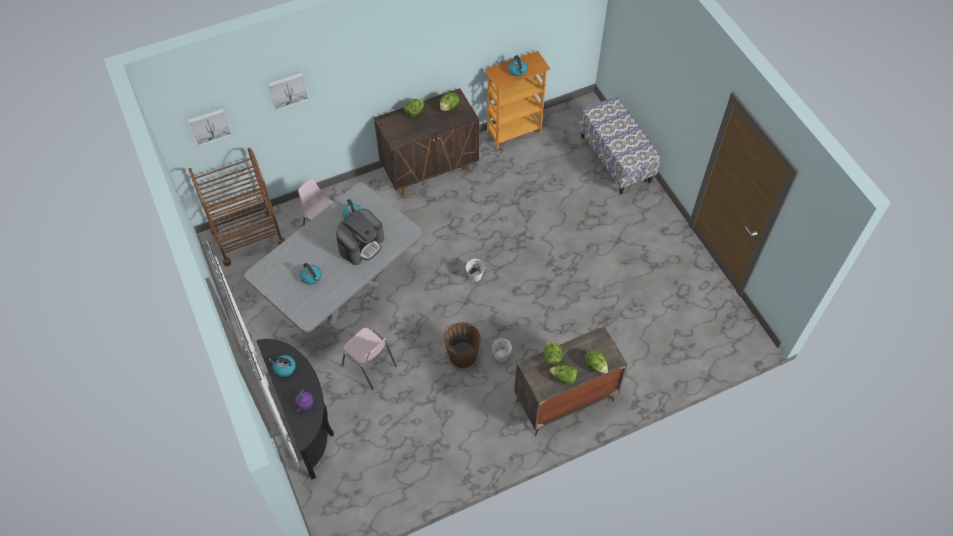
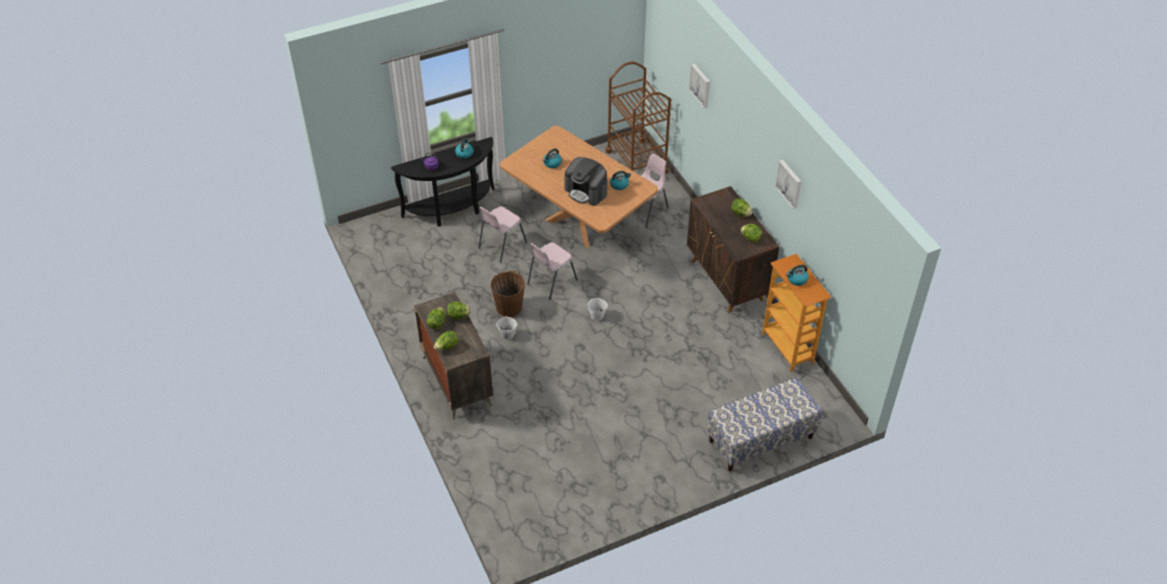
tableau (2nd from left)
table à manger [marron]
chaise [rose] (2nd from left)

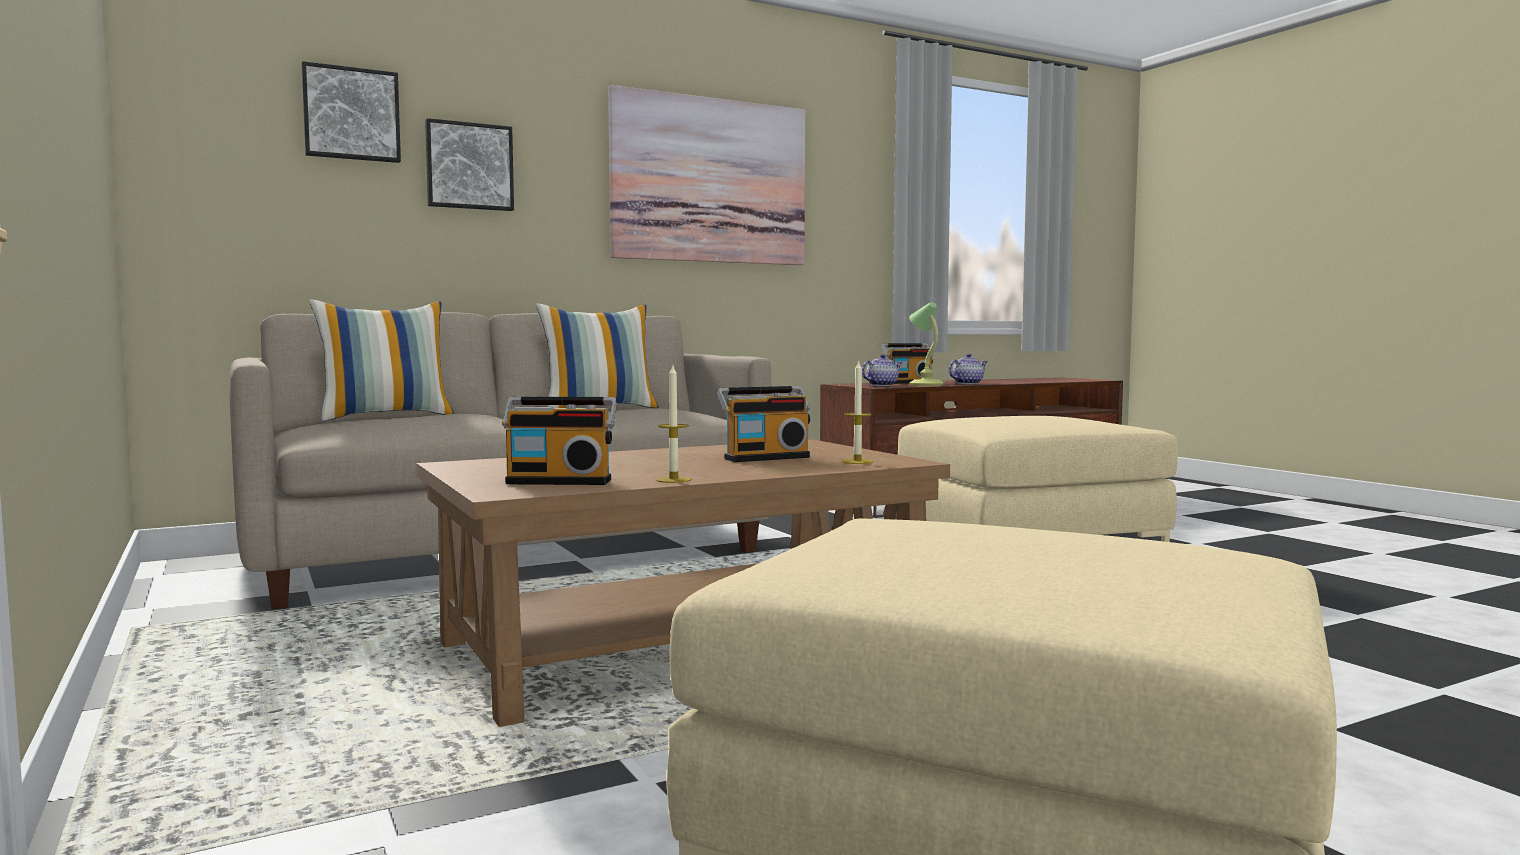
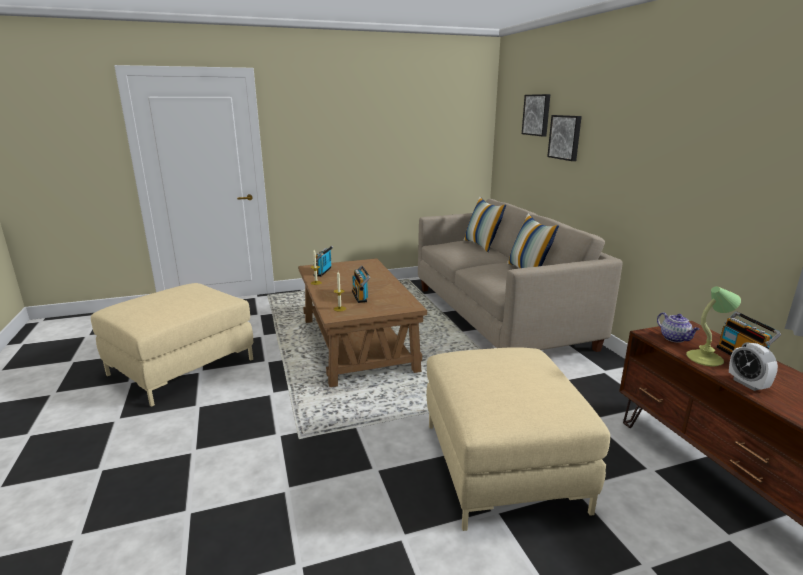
tableau (3rd from left in the first image)
réveil

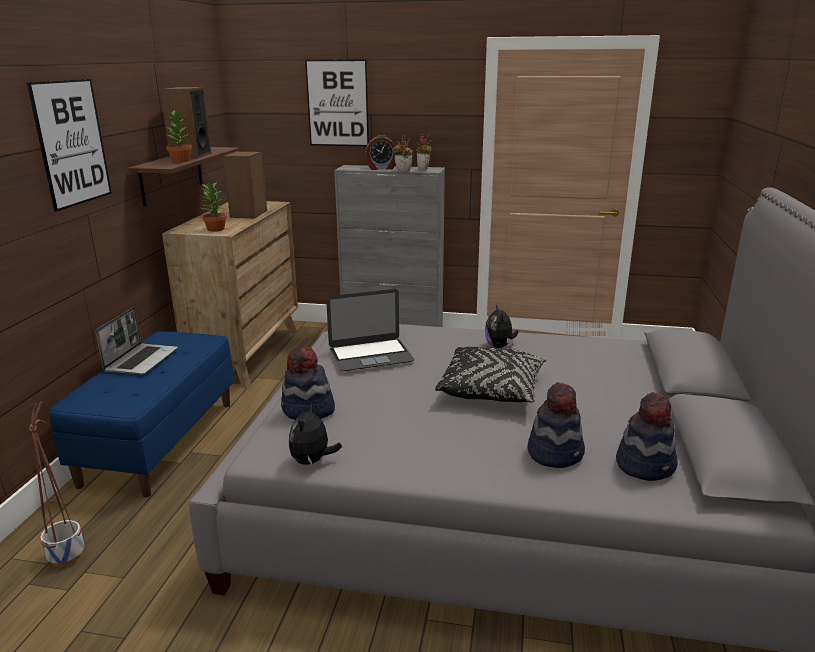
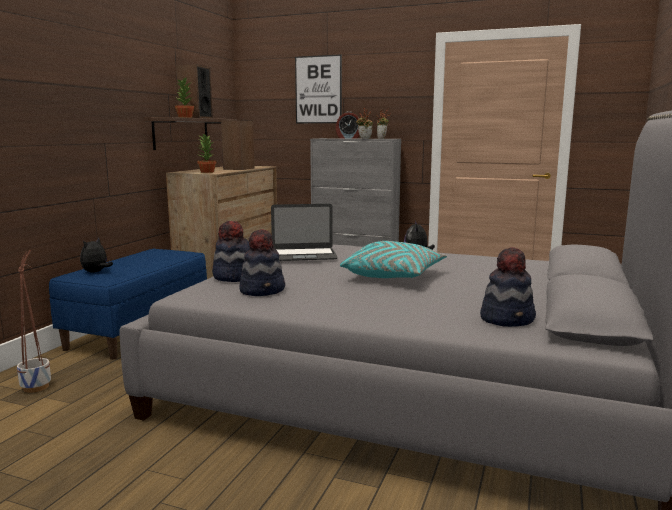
tableau (1st from left in the first image)
ordinateur portable (1st from left in the first image)
coussin [turquoise]
chapeau (2nd from left)
peluche (1st from left)

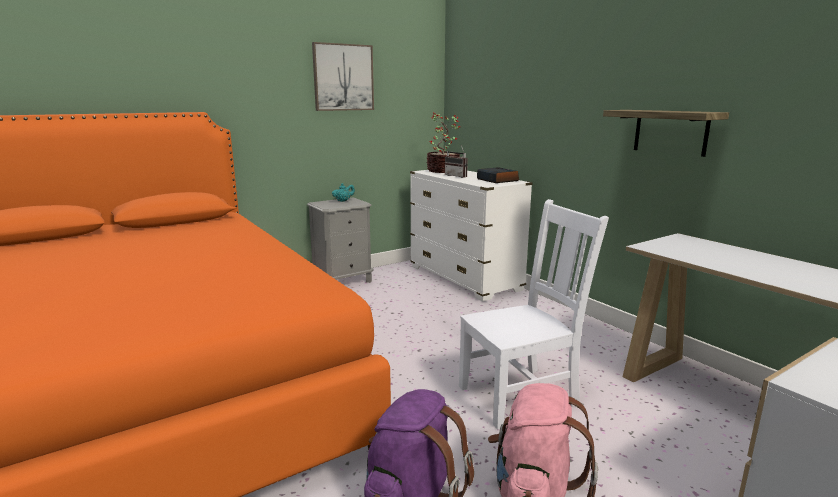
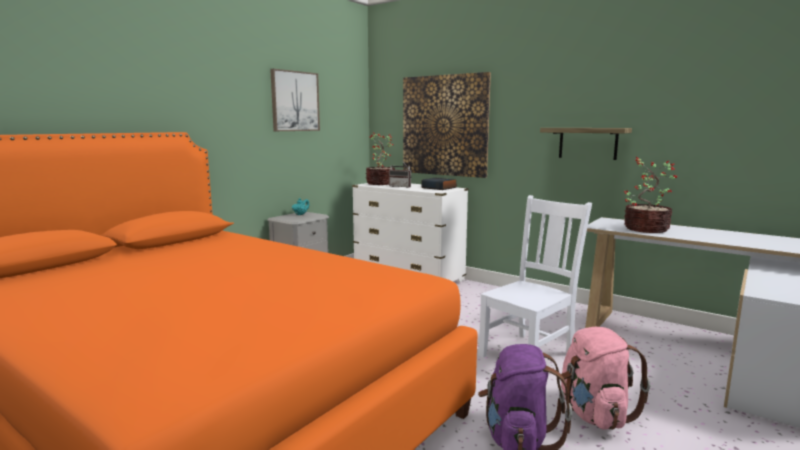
tableau (2nd from left)
plante en pot (2nd from left)

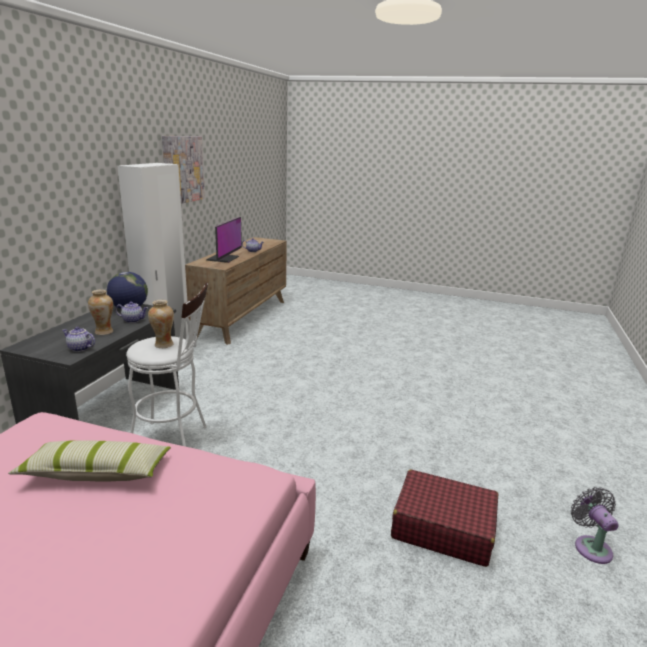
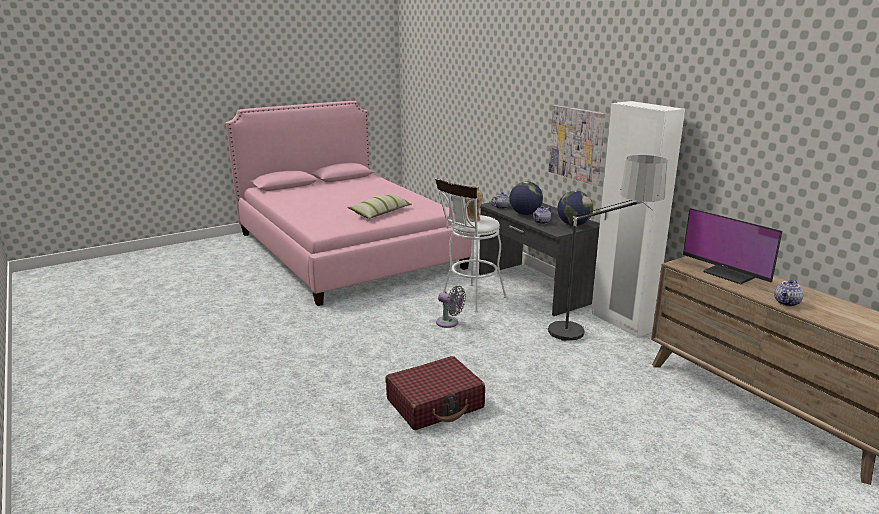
tableau
globe (1st from left)
valise [rouge]
ventilateur [gris]
lampadaire

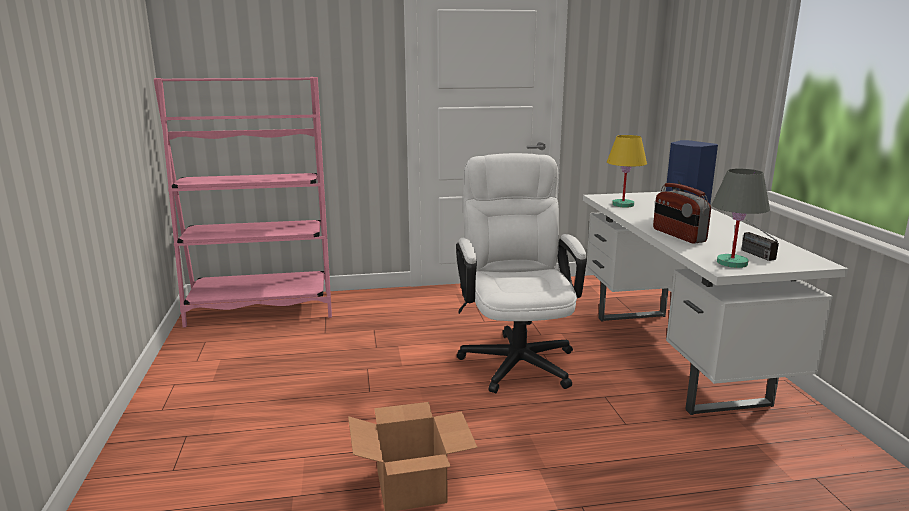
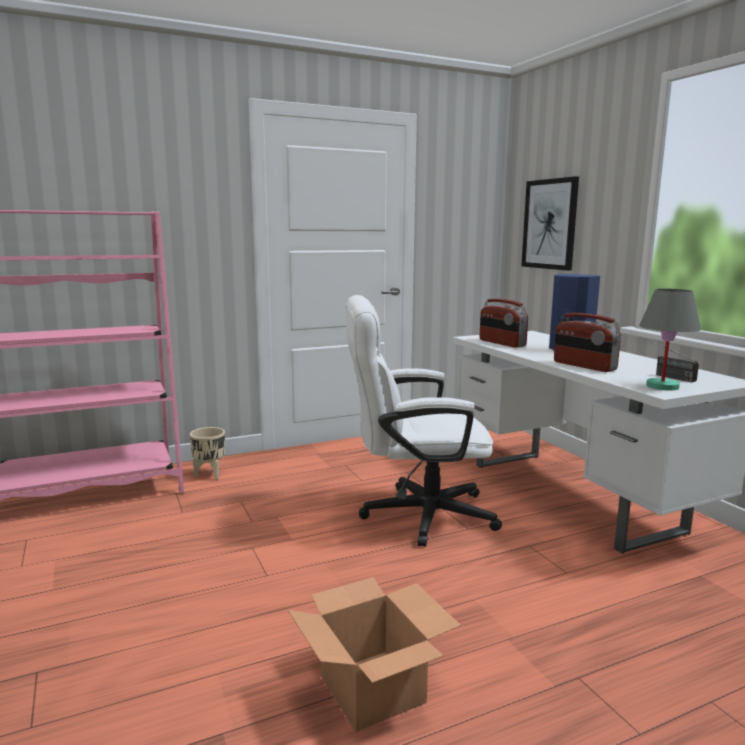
radio (1st from left)
chaise de bureau [blanc]
tableau
cache-pot [beige]

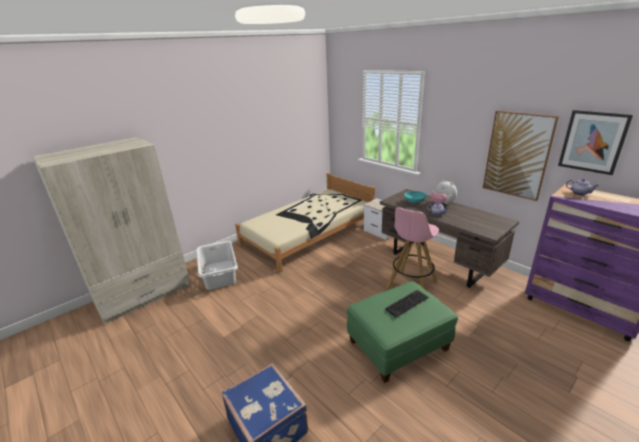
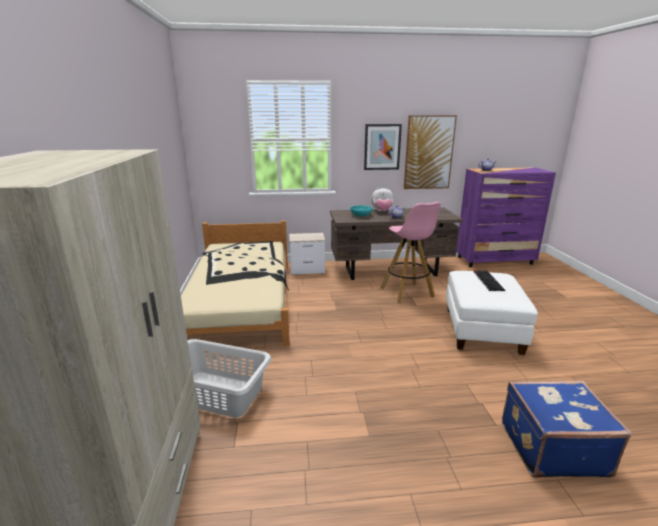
tableau (1st from left)
pouf [blanc]

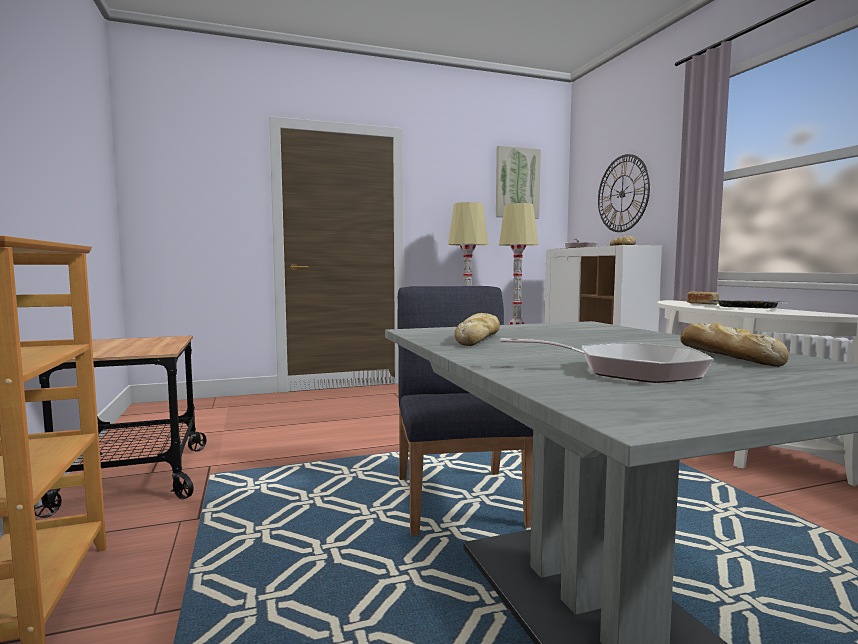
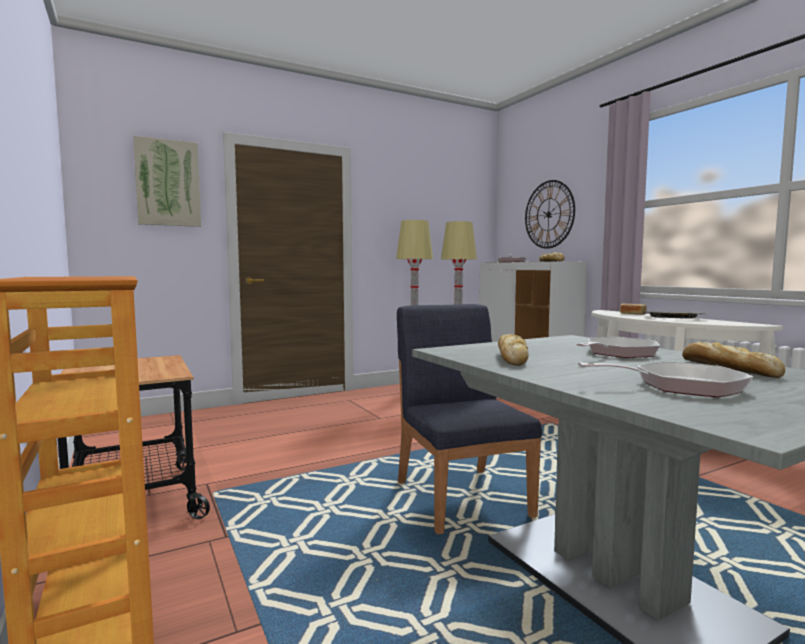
tableau
poêle (2nd from left)

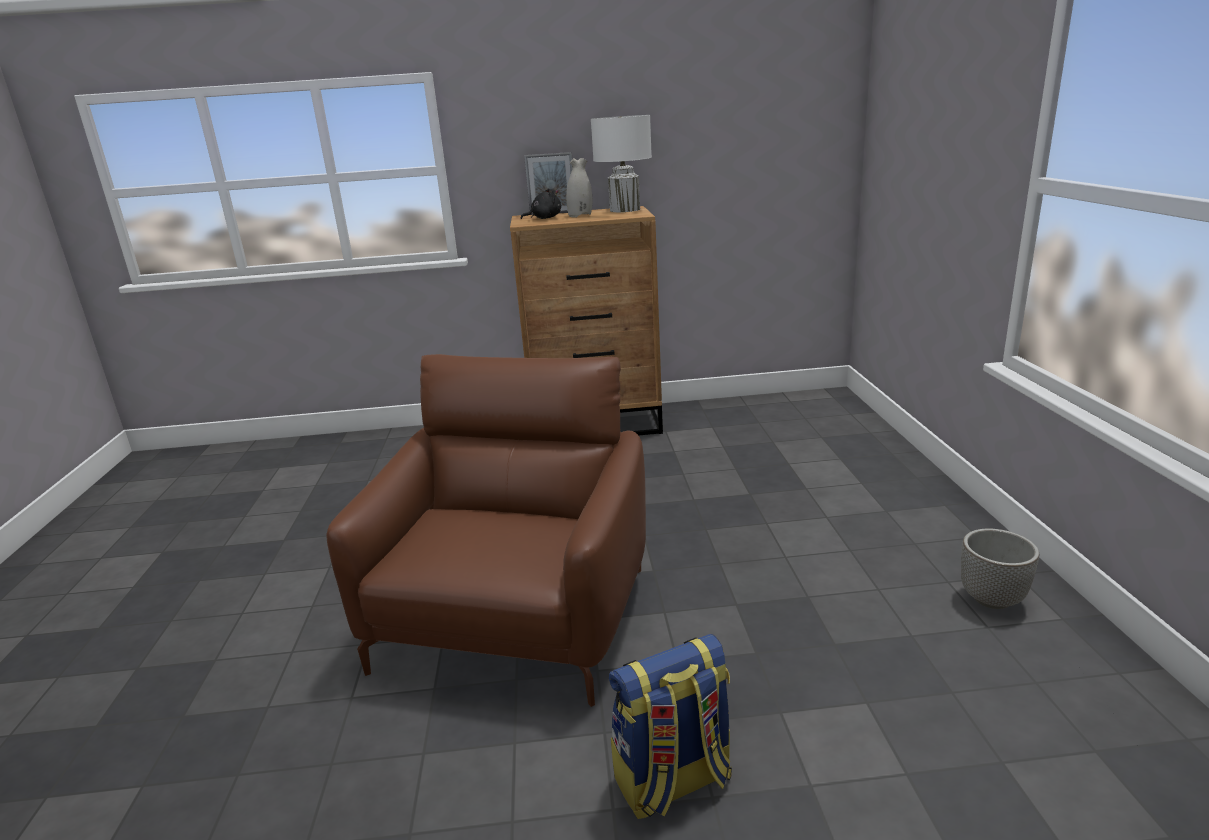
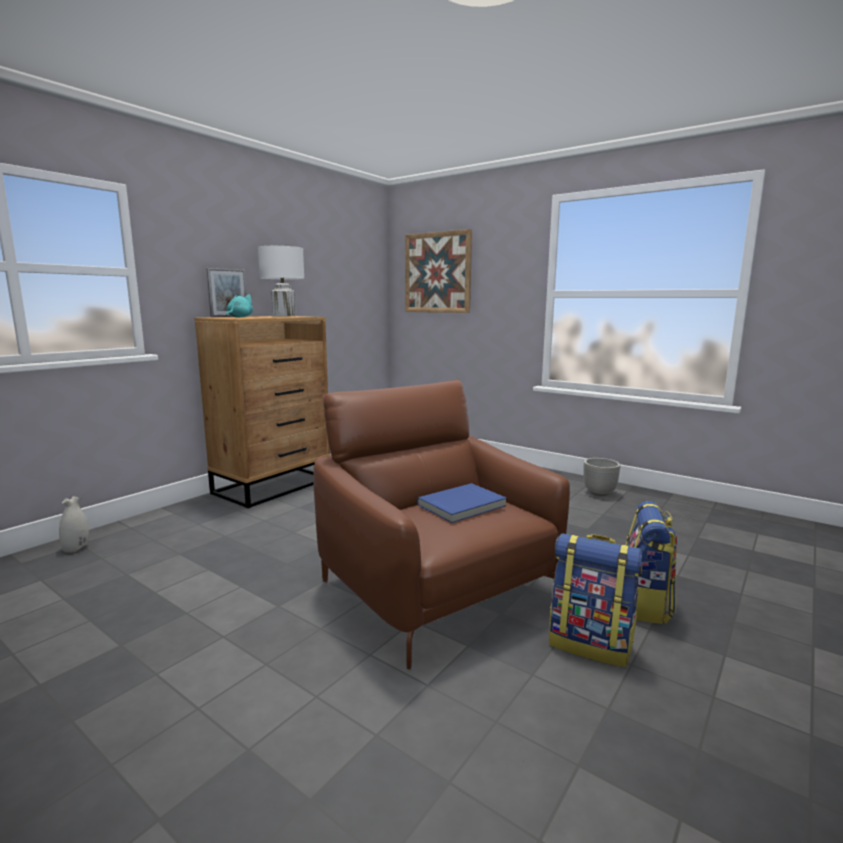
vase [blanc]
peluche [turquoise]
tableau
livre [bleu]
sac à dos (1st from left)

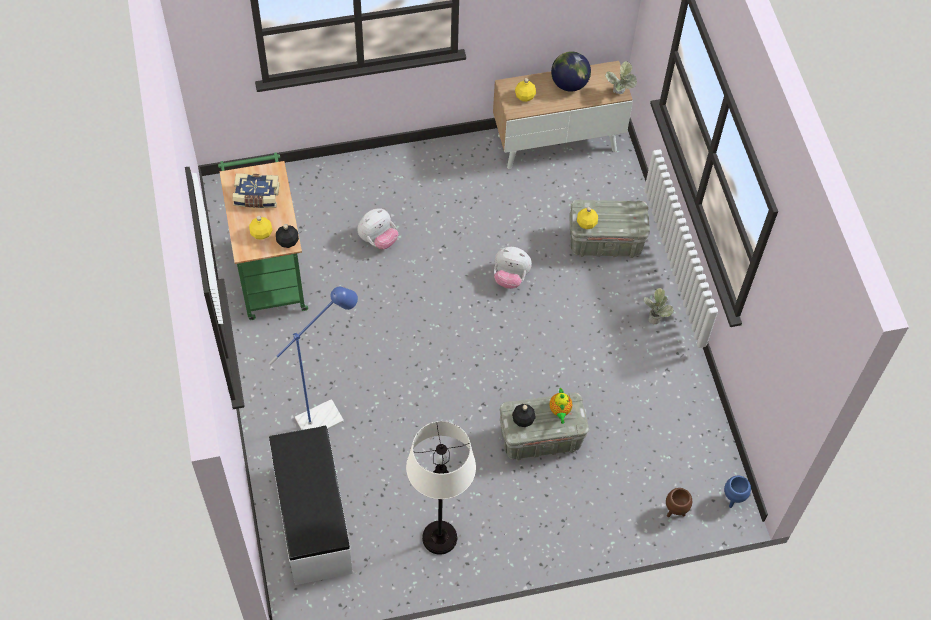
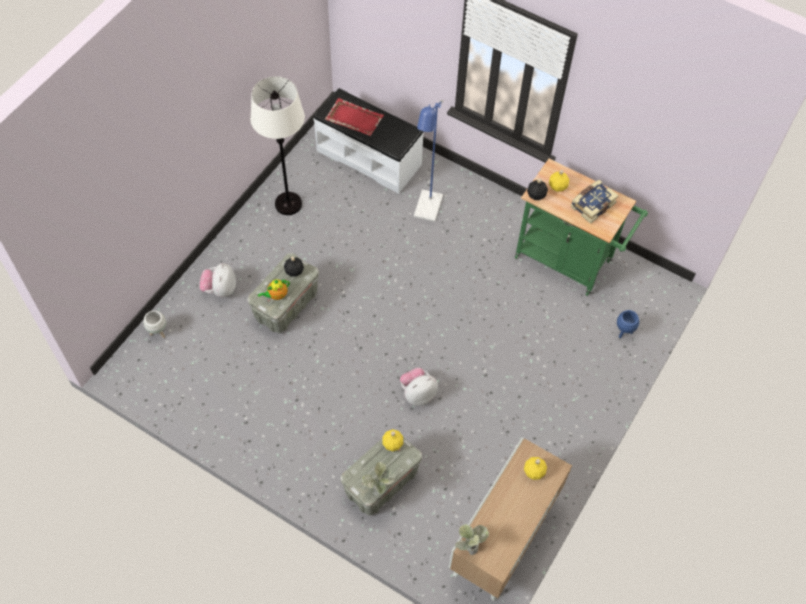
globe
peluche (1st from left)
plante en pot (1st from left)
théière
cache-pot [bleu]
cache-pot [blanc]
plateau [rouge]

